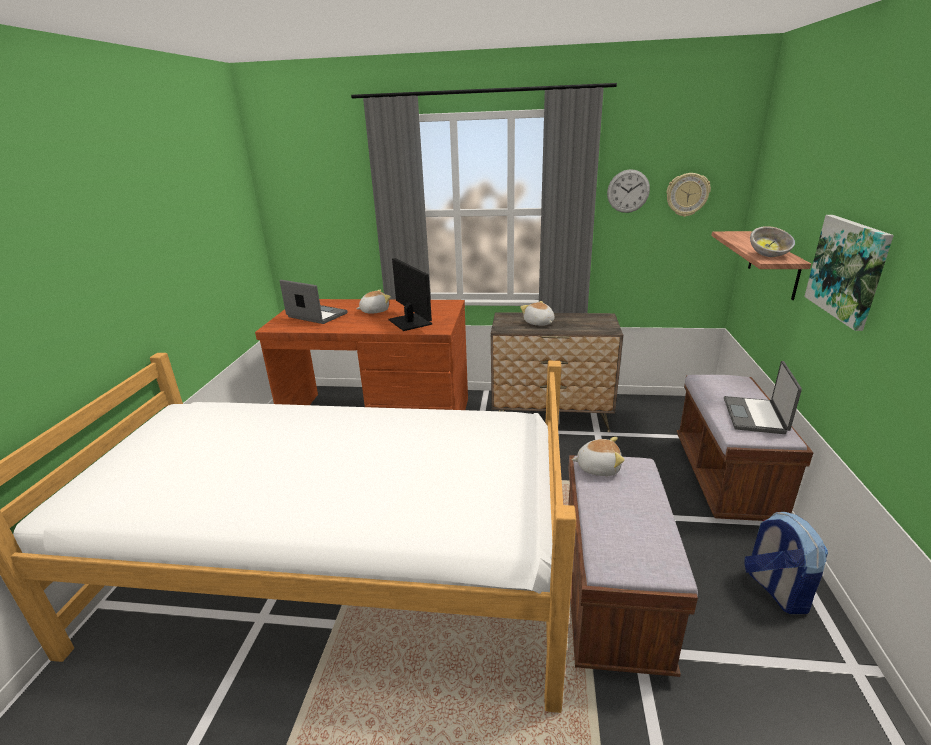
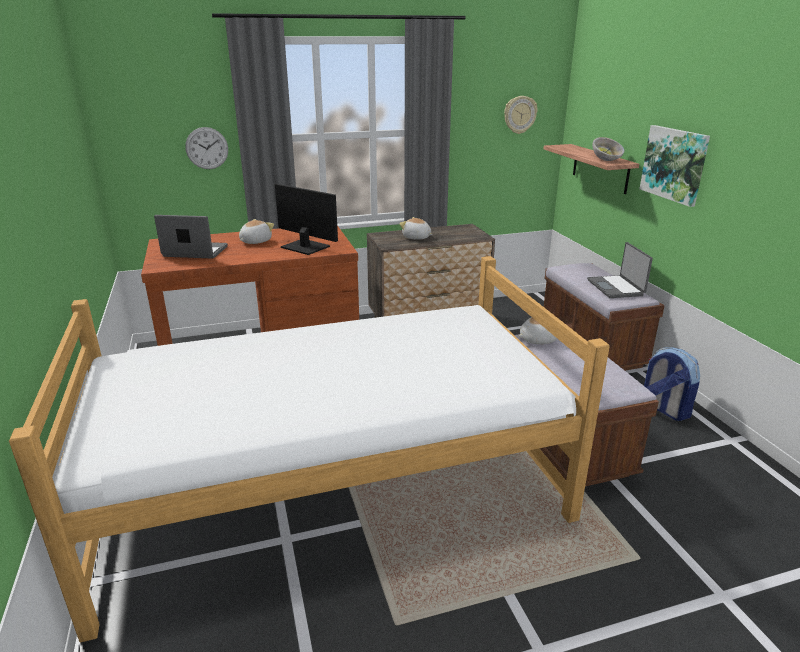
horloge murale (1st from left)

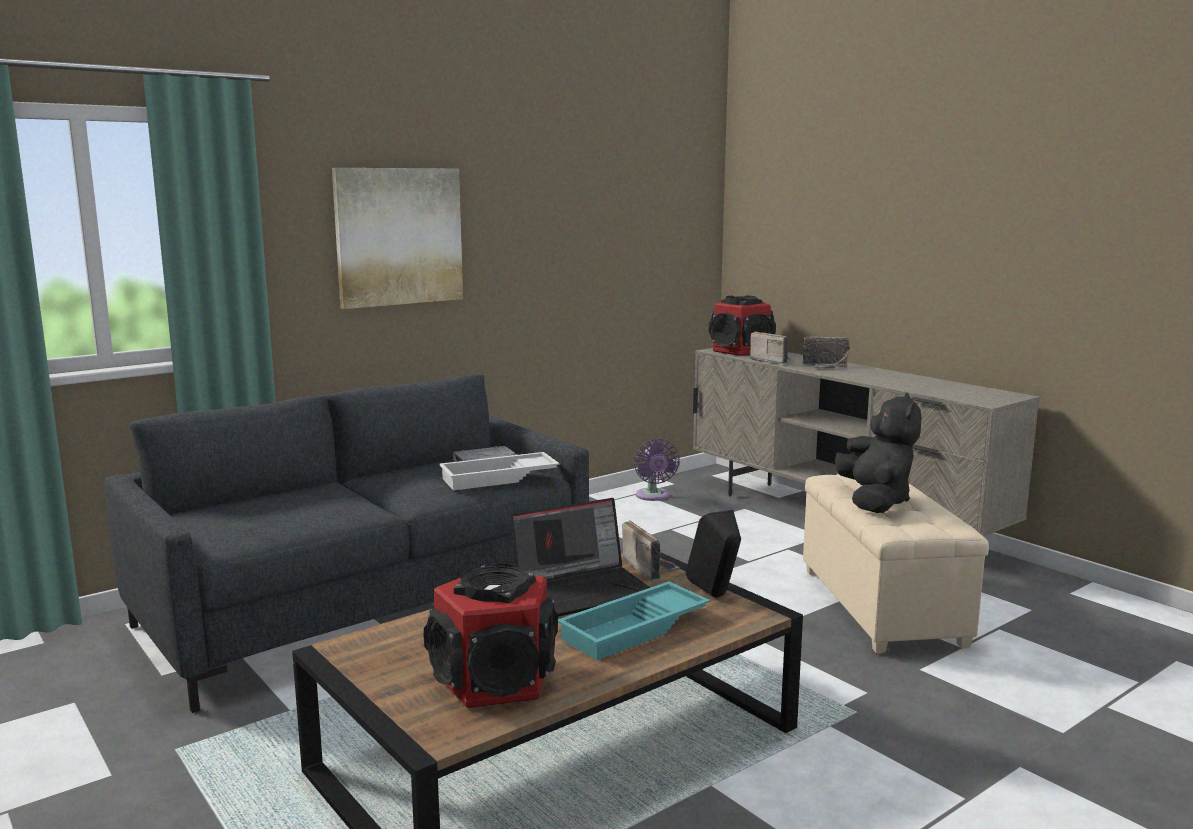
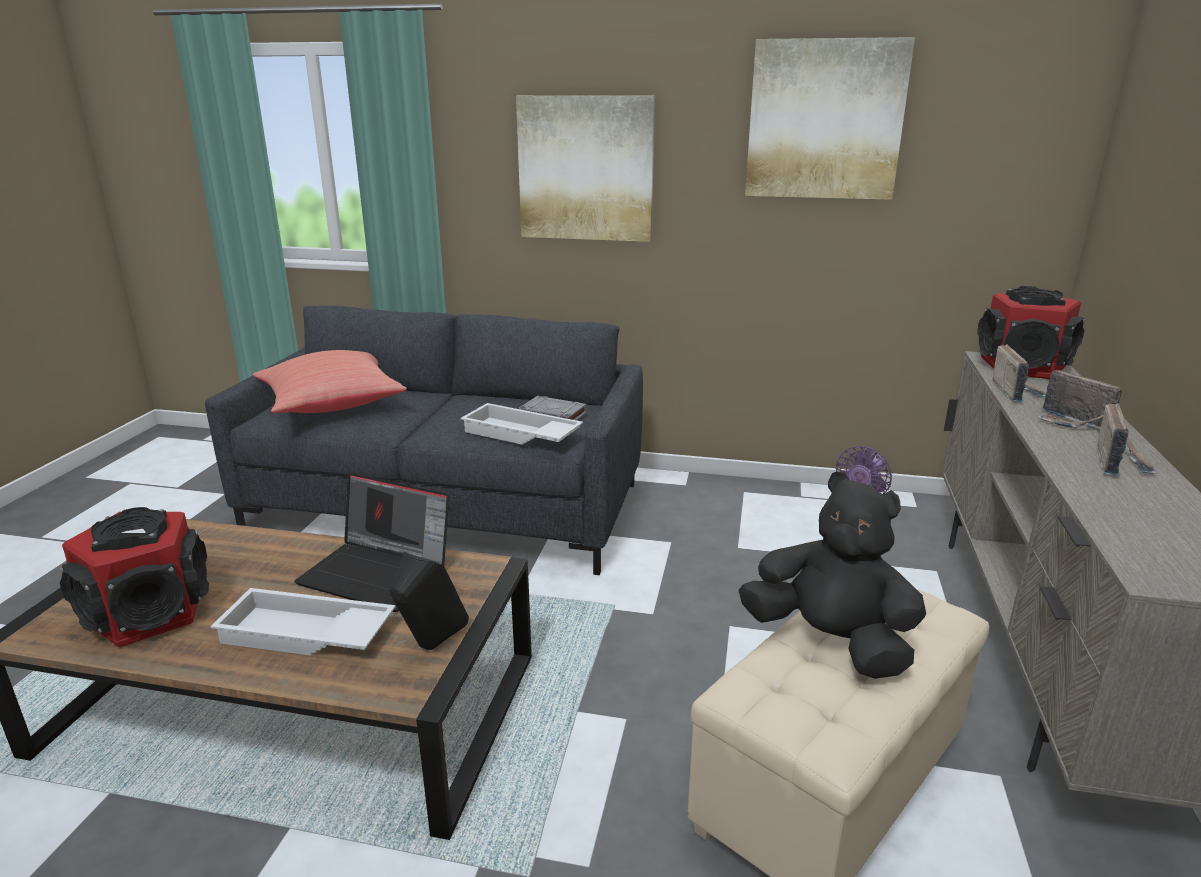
peluche [noir]
radio (3rd from left)
plateau [blanc] (1st from left)
tableau (2nd from left)
coussin [rouge]

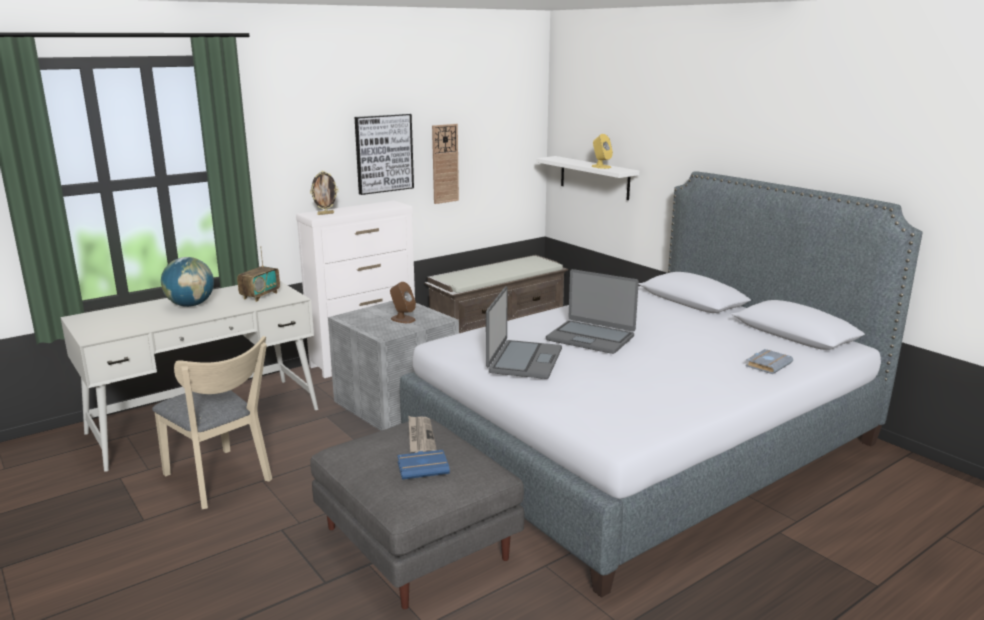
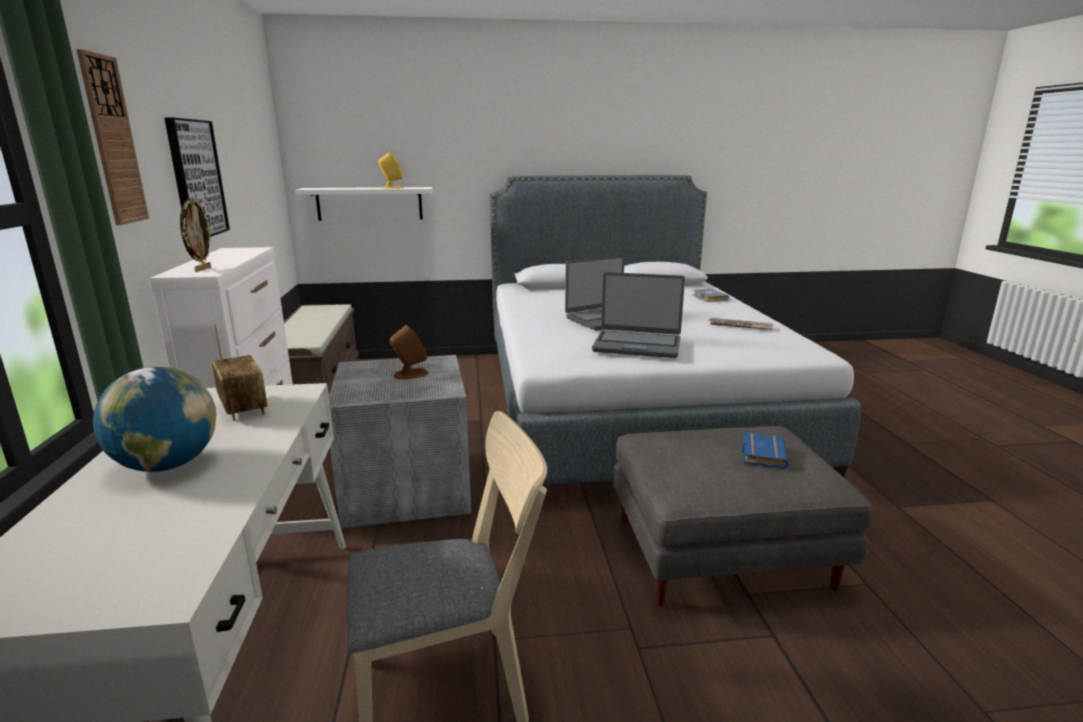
horloge murale
ordinateur portable (2nd from left)
journal

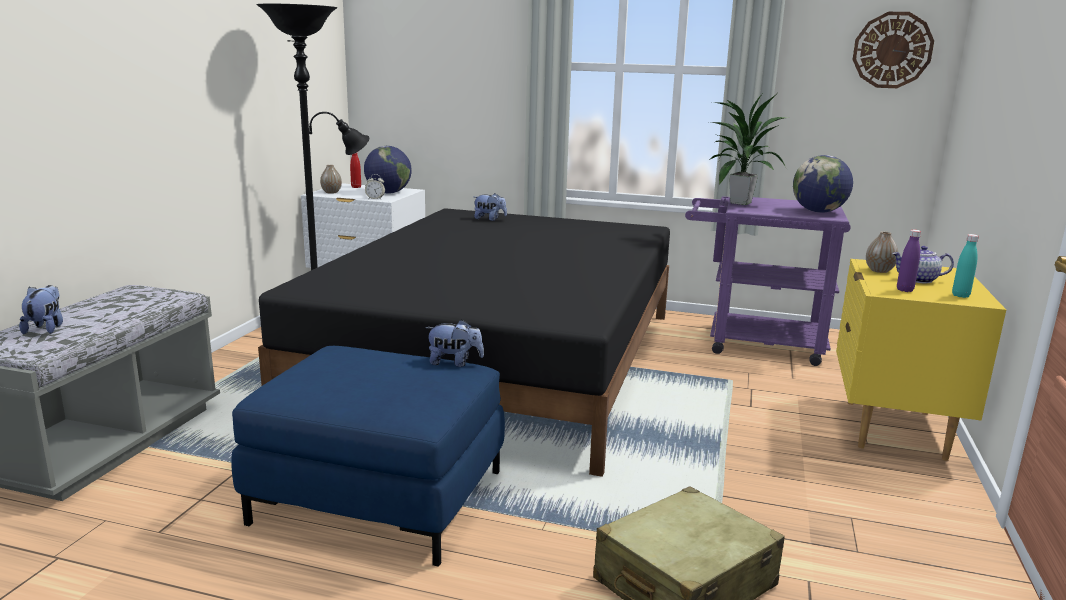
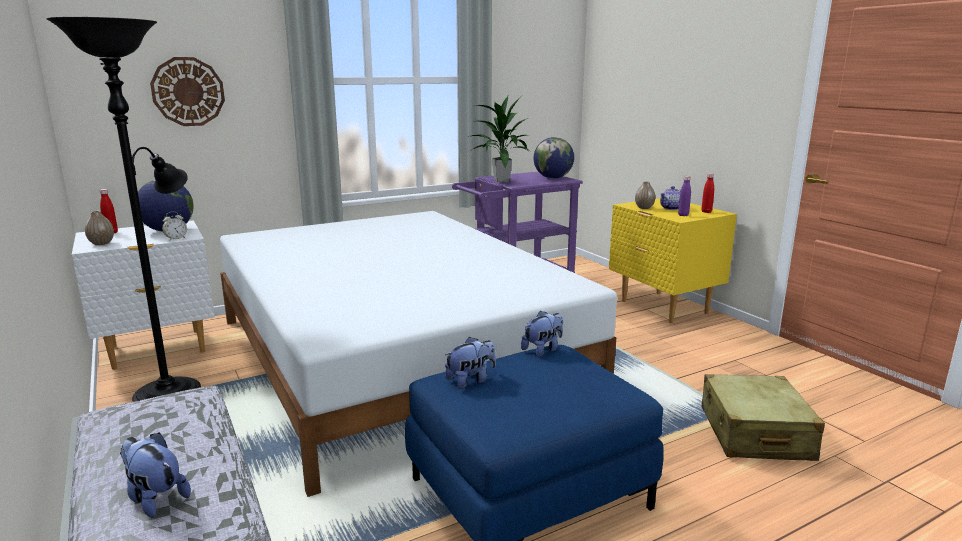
horloge murale
peluche (2nd from left)
lit [blanc]
bouteille [rouge] (2nd from left)

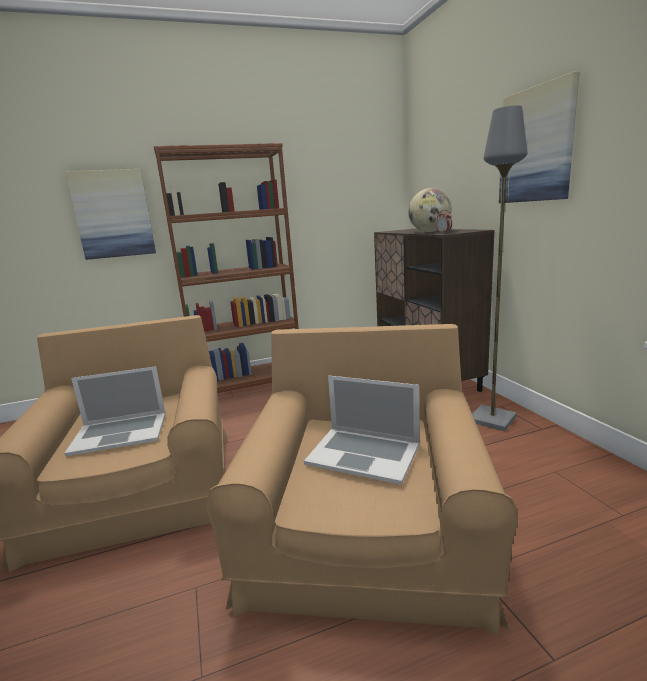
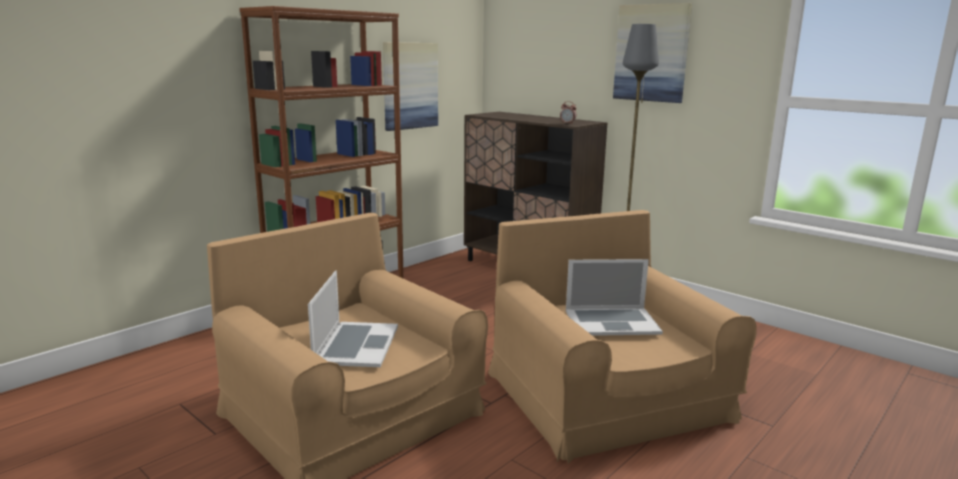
tableau (1st from left)
globe
ordinateur portable (1st from left)

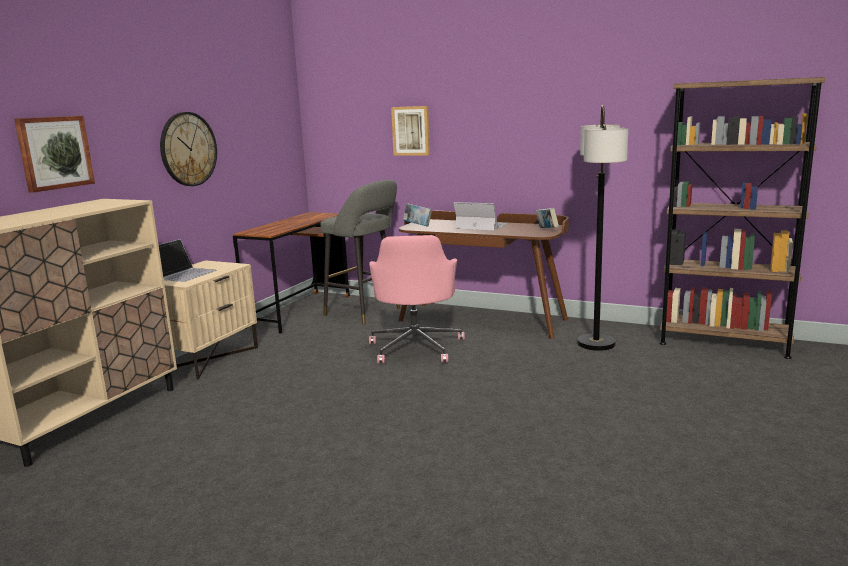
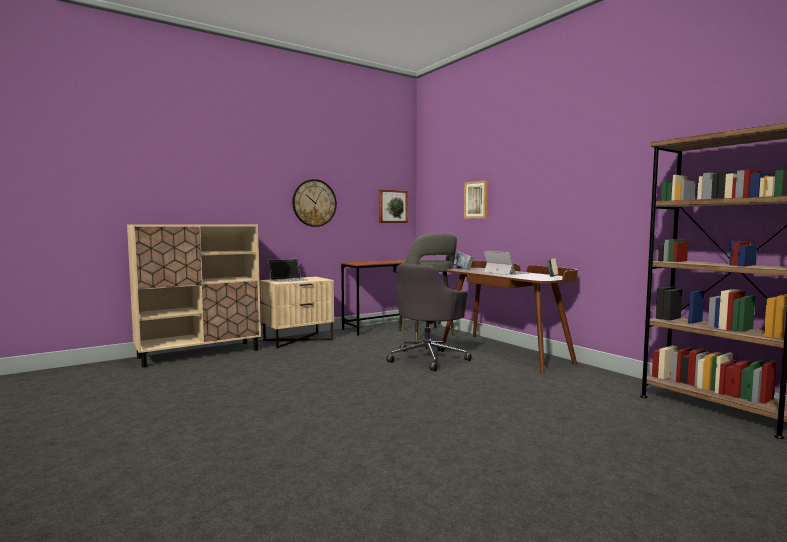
lampadaire
tableau (1st from left)
chaise de bureau [gris]

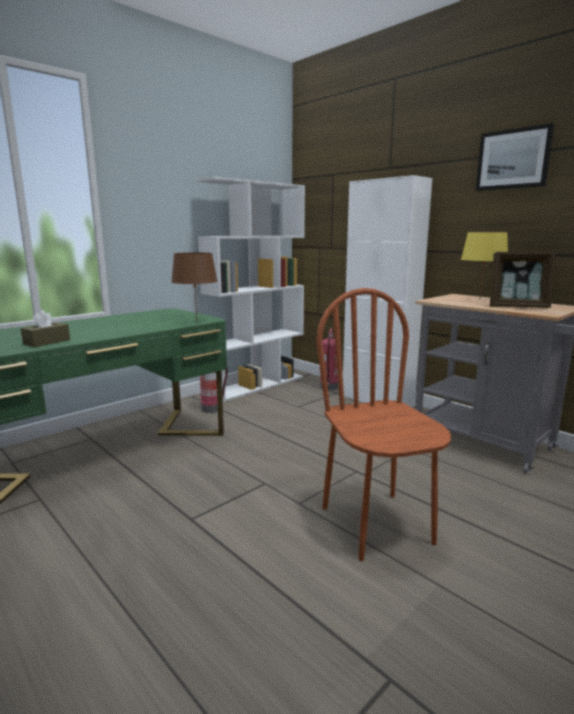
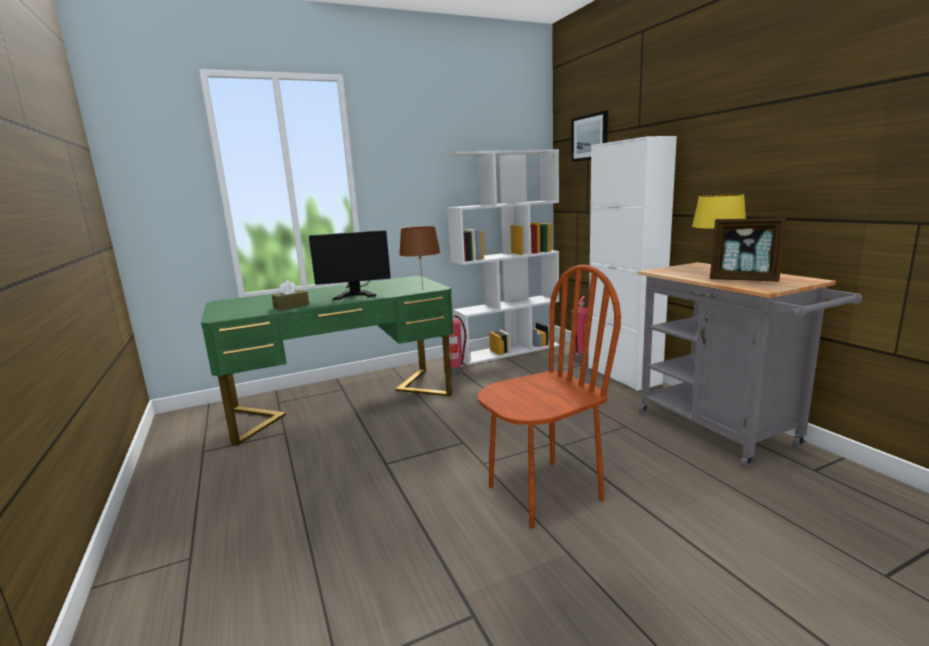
tableau
chaise [marron]
écran d'ordinateur

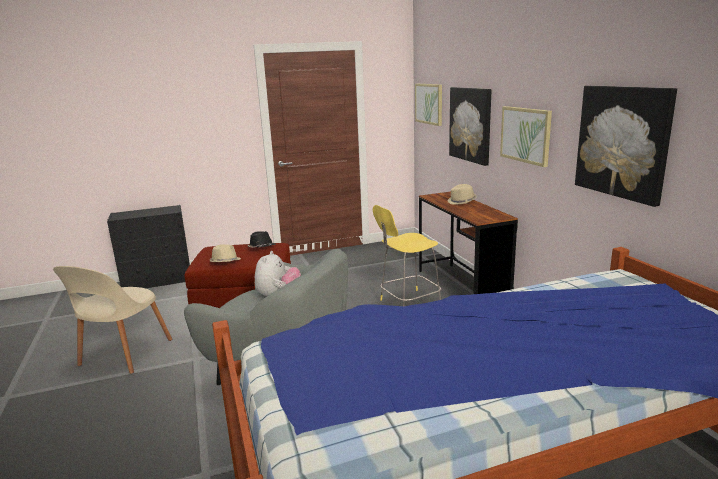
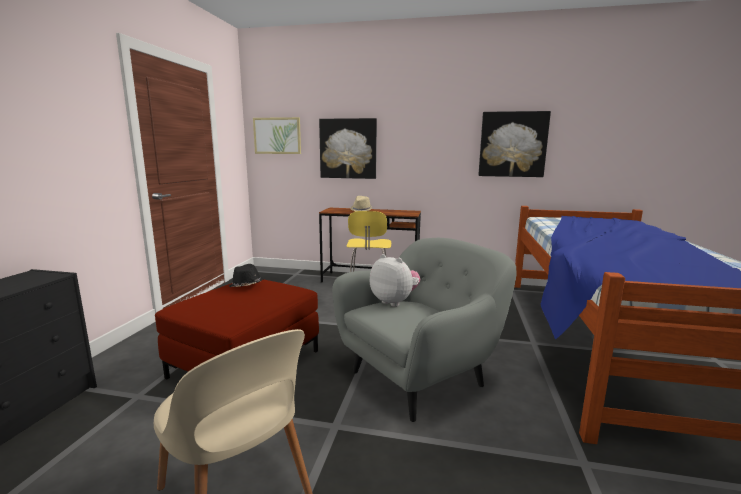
tableau (3rd from left in the first image)
chapeau [beige] (1st from left in the first image)

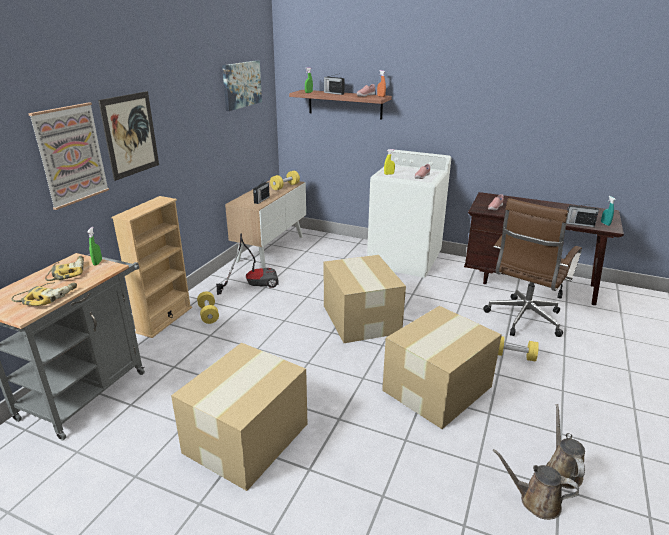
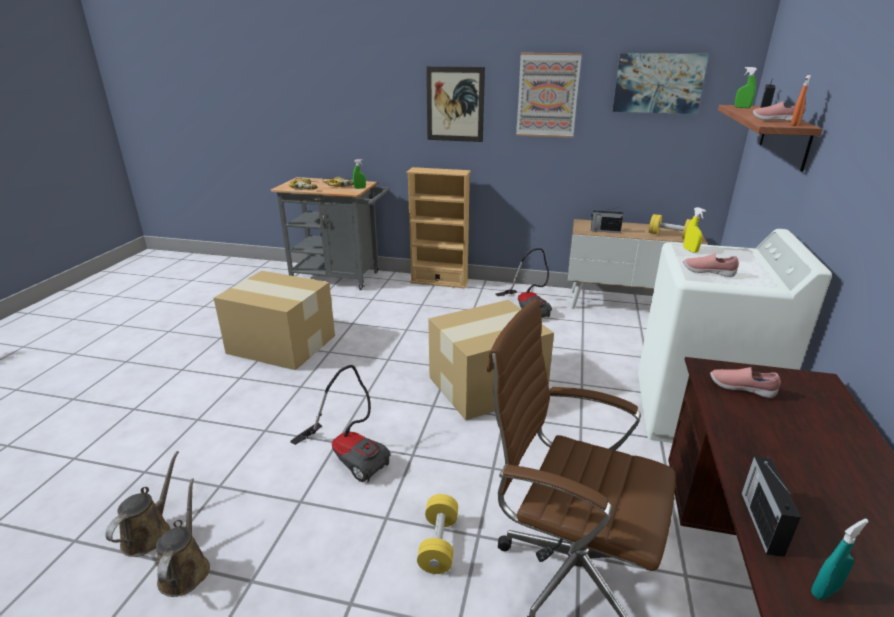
tableau (2nd from left)
haltère [jaune] (1st from left in the first image)
aspirateur (1st from left)
arrosoir [marron] (2nd from left)

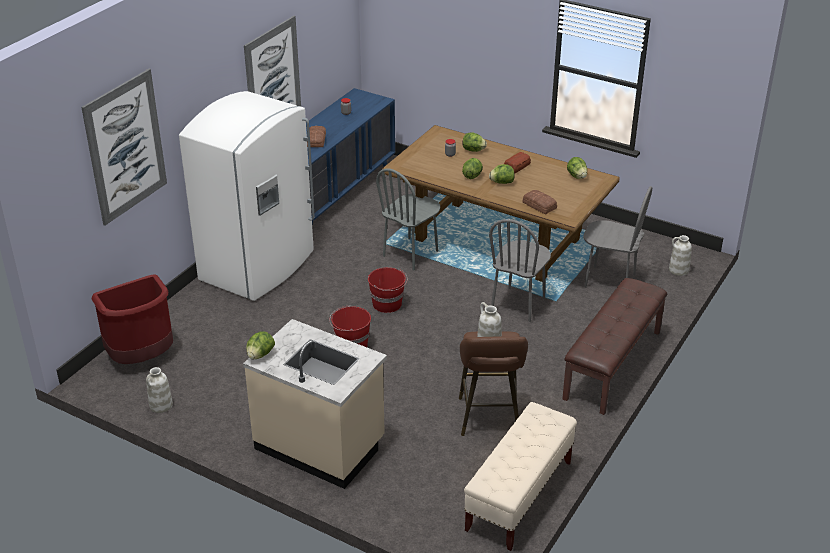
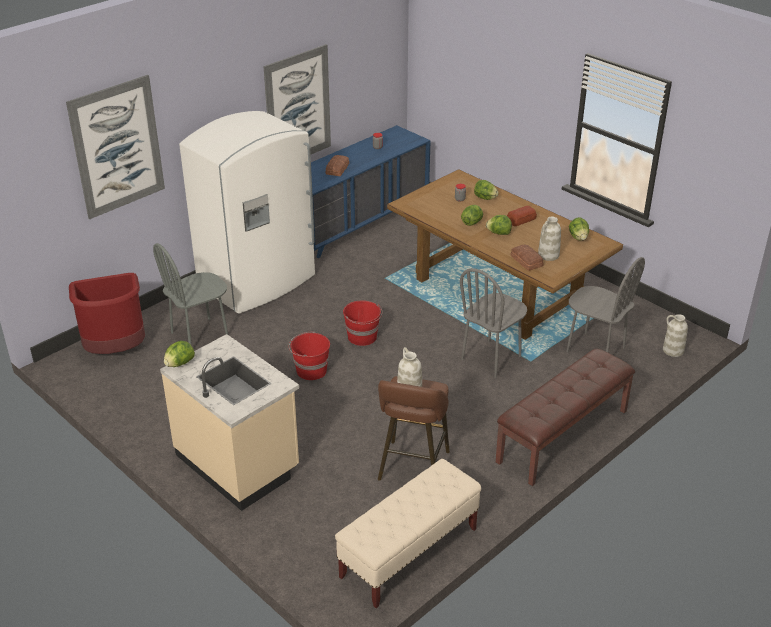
chaise [gris] (1st from left)
vase [blanc] (2nd from left)

